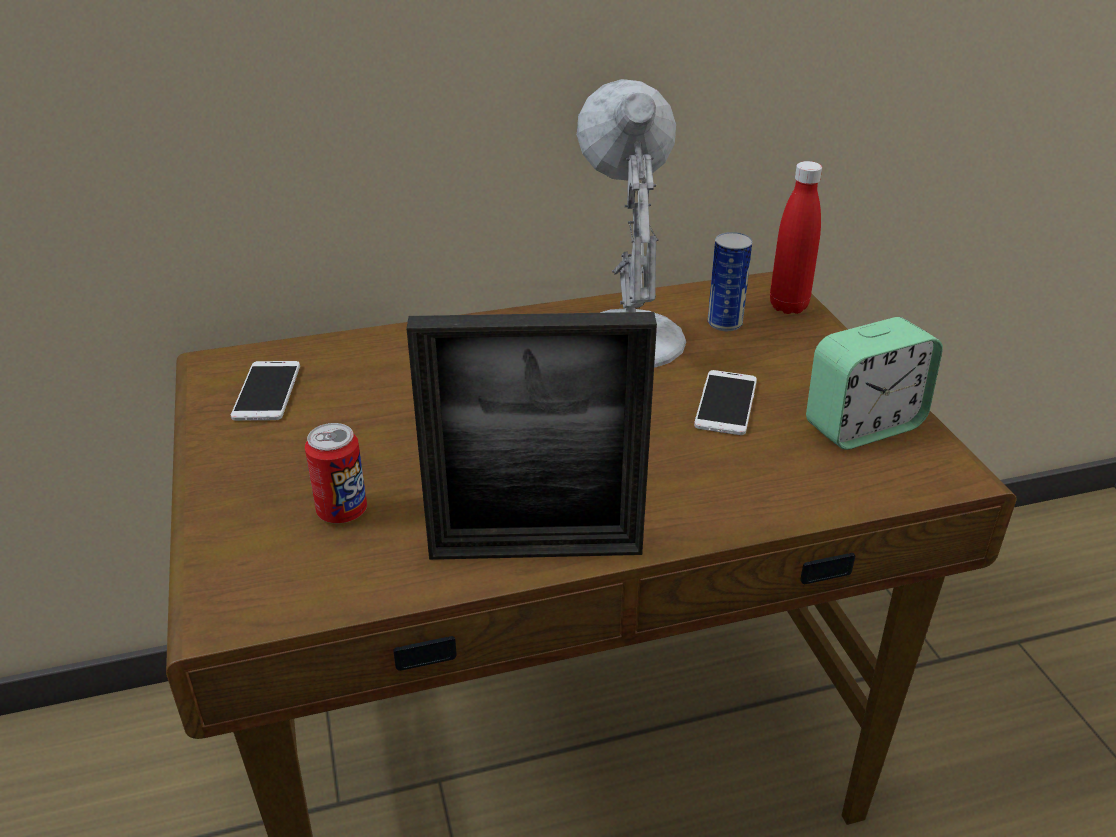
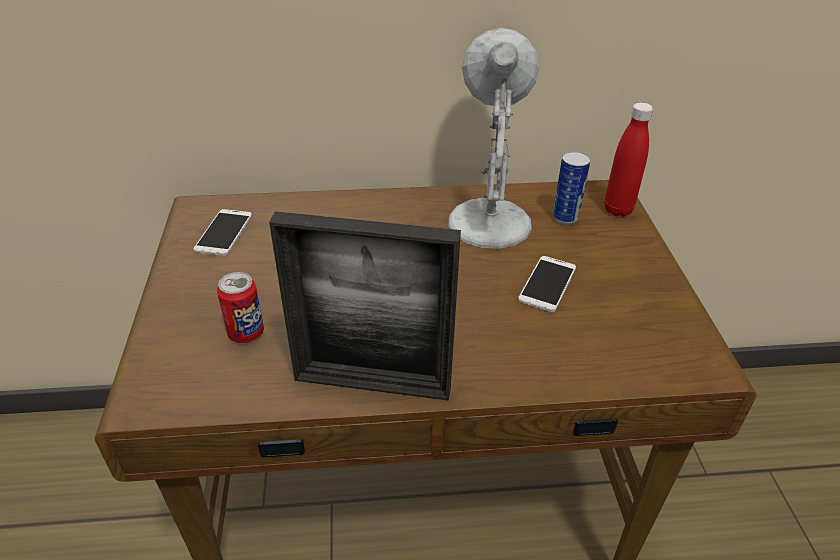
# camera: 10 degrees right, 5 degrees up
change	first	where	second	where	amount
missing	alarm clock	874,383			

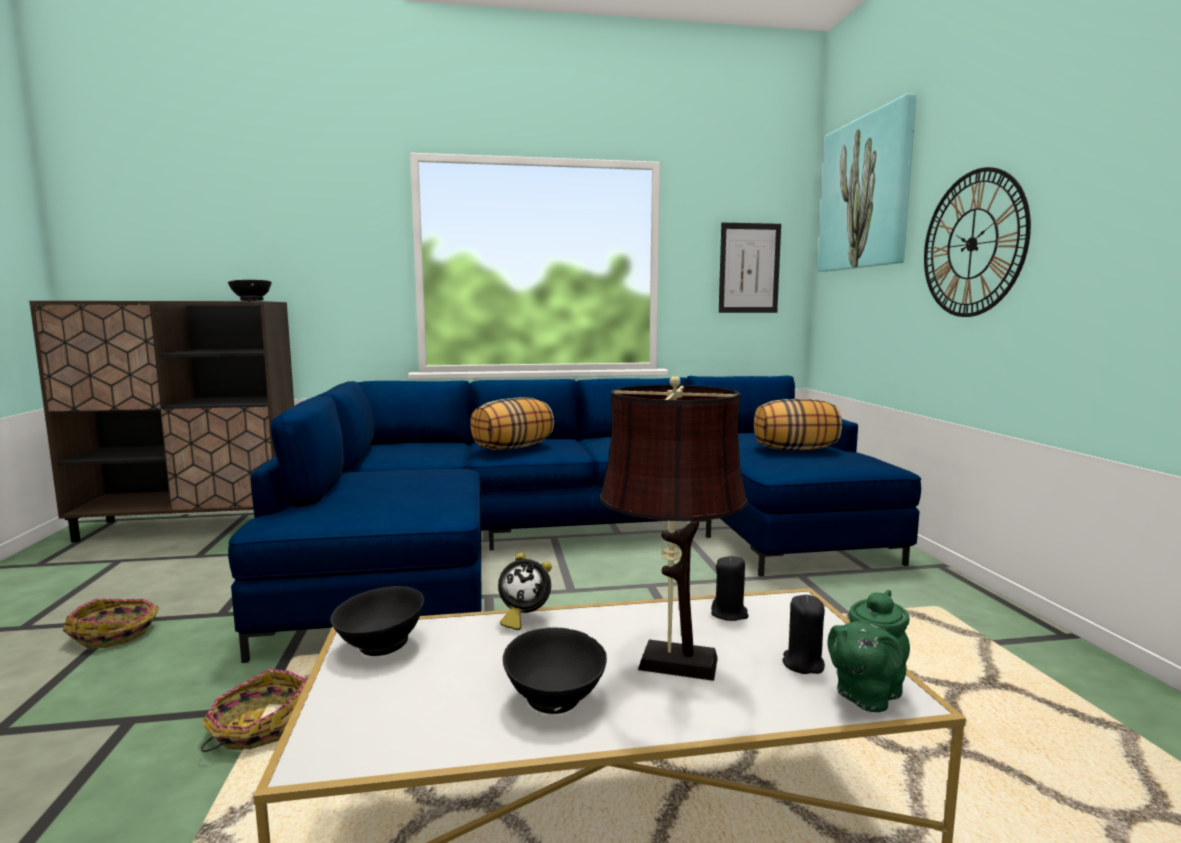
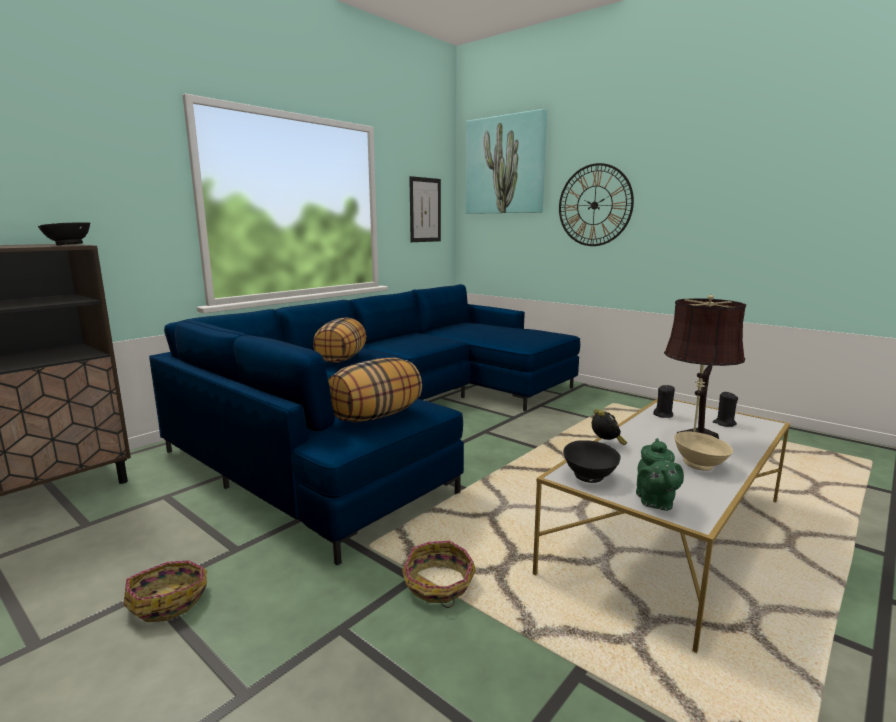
# camera: 40 degrees left, 5 degrees up
change	first	where	second	where	amount
relocated	pillow	798,424		375,390	
relocated	green teapot	869,651		660,474	
colour	black bowl	555,670	beige bowl	703,451	
spun	alarm clock	525,591		609,427	60 degrees counterclockwise

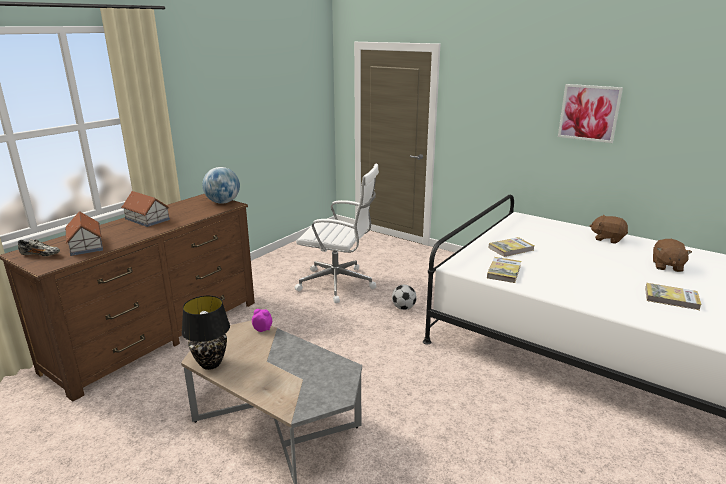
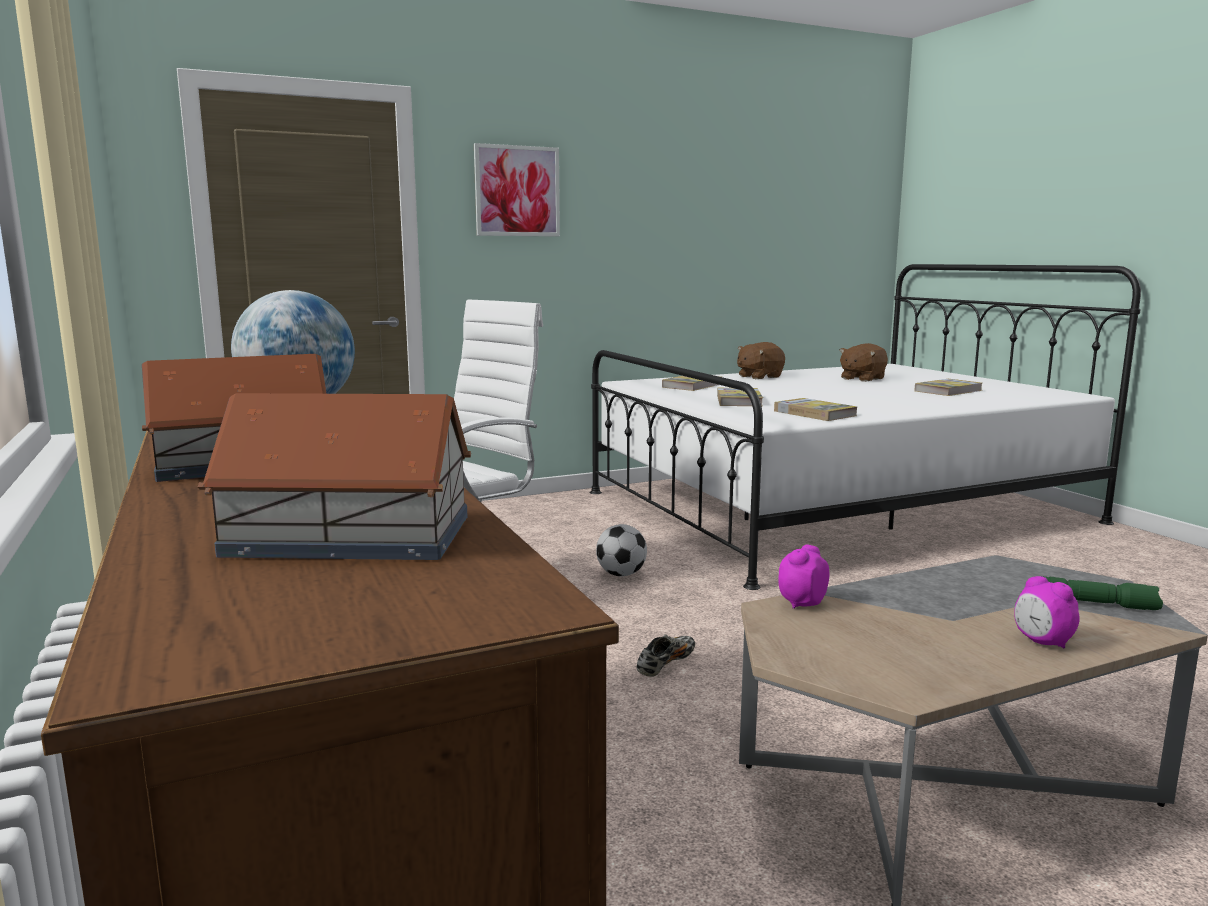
# camera: 60 degrees left, 10 degrees down
change	first	where	second	where	amount
missing	black table lamp	206,333			
appeared			book	691,383	
appeared			alarm clock	1047,612	
appeared			green flashlight	1102,593	
relocated	shoe	39,248		665,656	
relocated	picture	590,113		517,190	
spun	brown plush toy	672,255		864,362	90 degrees clockwise

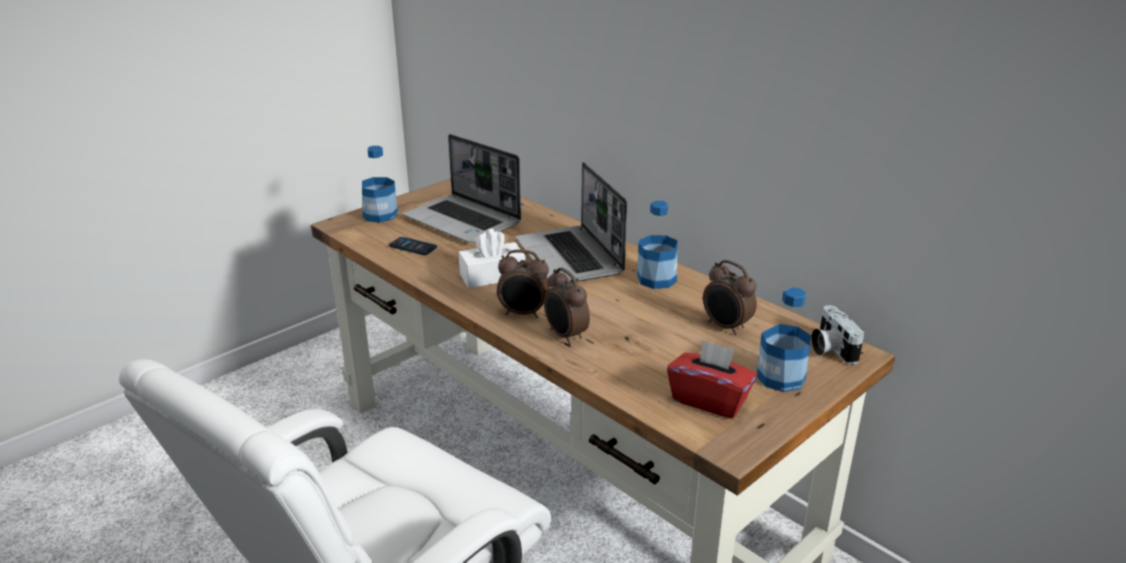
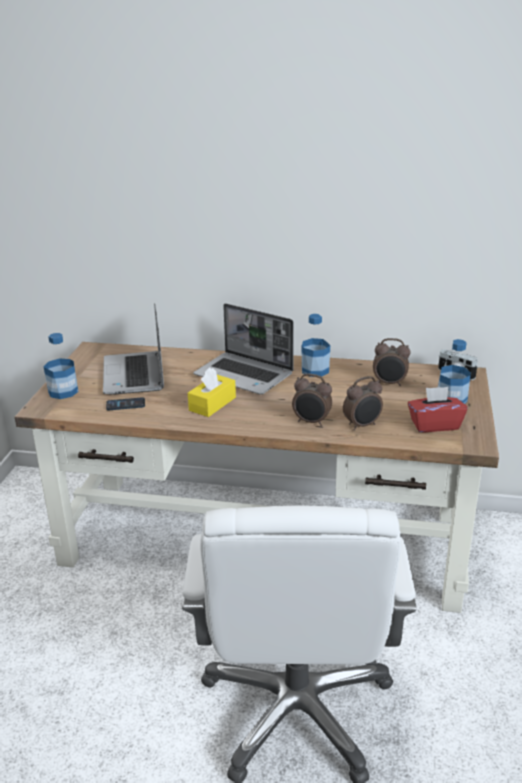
# camera: 35 degrees left, 0 degrees up
change	first	where	second	where	amount
relocated	alarm clock	523,284		363,403	
colour	white tissue box	492,258	yellow tissue box	212,392	
spun	laptop	462,188		133,349	75 degrees clockwise

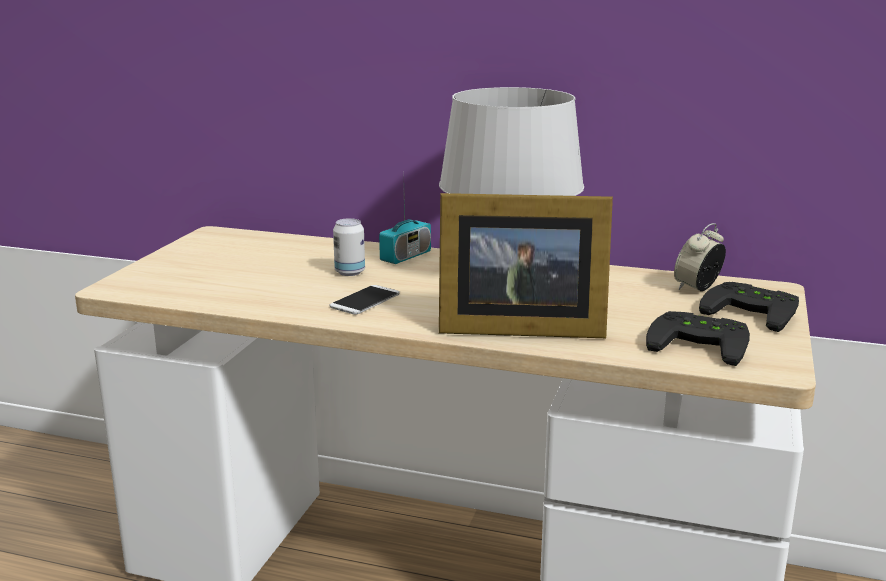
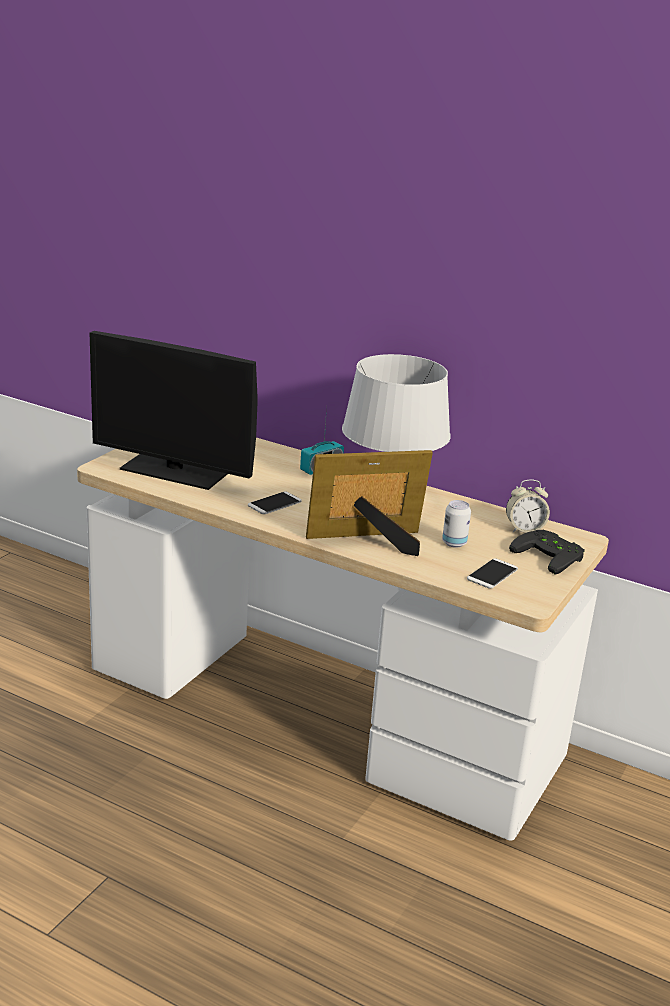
# camera: 10 degrees right, 5 degrees up
change	first	where	second	where	amount
appeared			monitor	174,410	
relocated	can	349,247		456,524	
exchanged	black game controller	698,338	phone	492,573	
spun	picture frame	526,265		369,503	150 degrees clockwise
spun	alarm clock	700,257		528,506	150 degrees counterclockwise

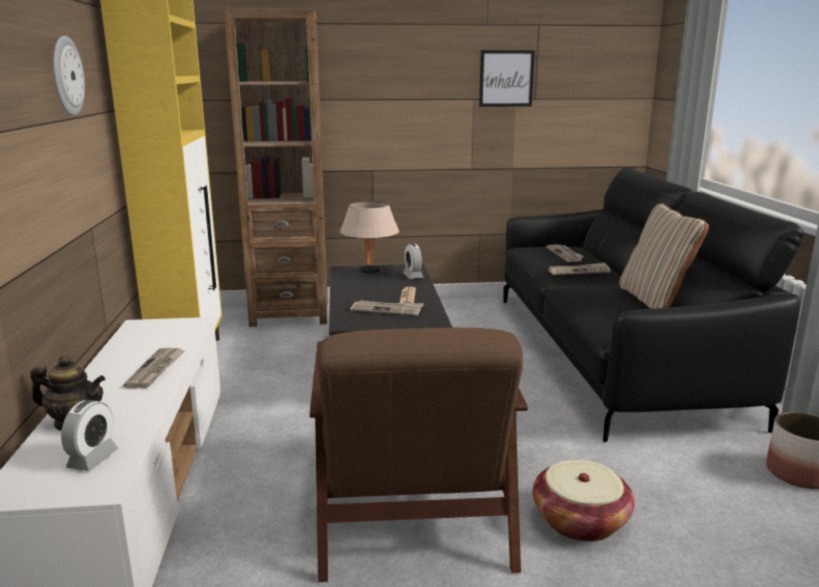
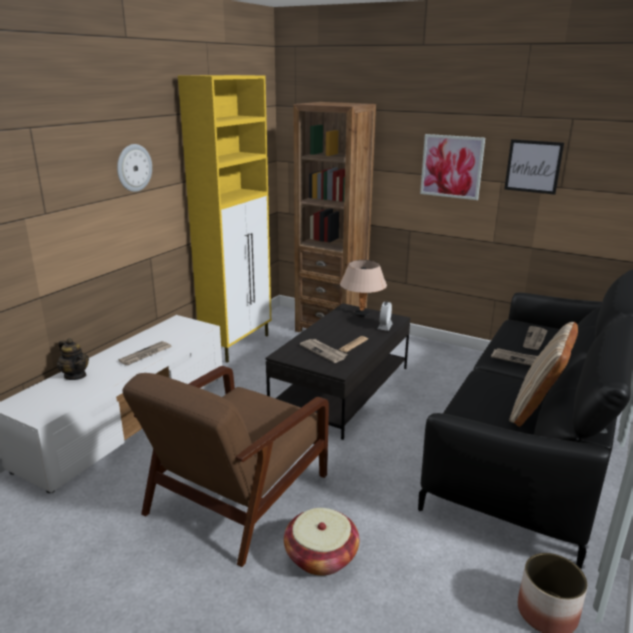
# camera: 35 degrees right, 5 degrees up
change	first	where	second	where	amount
missing	alarm clock	89,435			
appeared			picture	452,167	

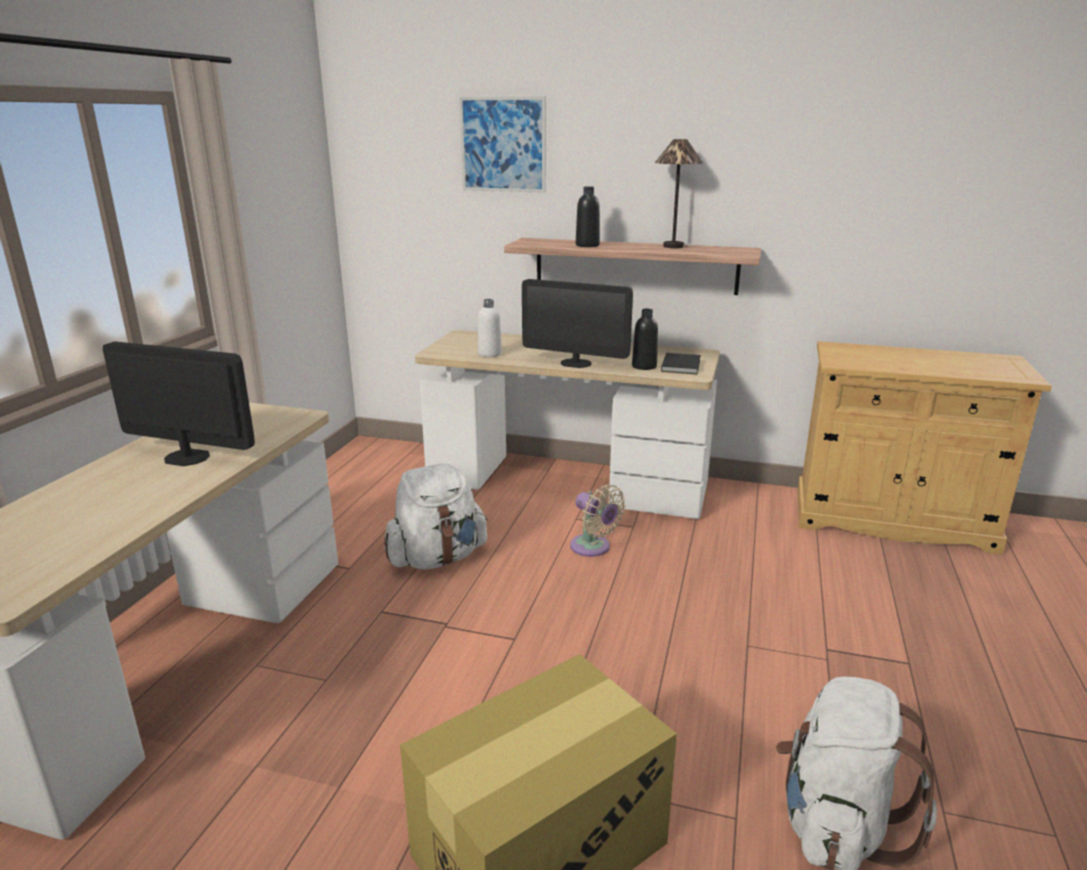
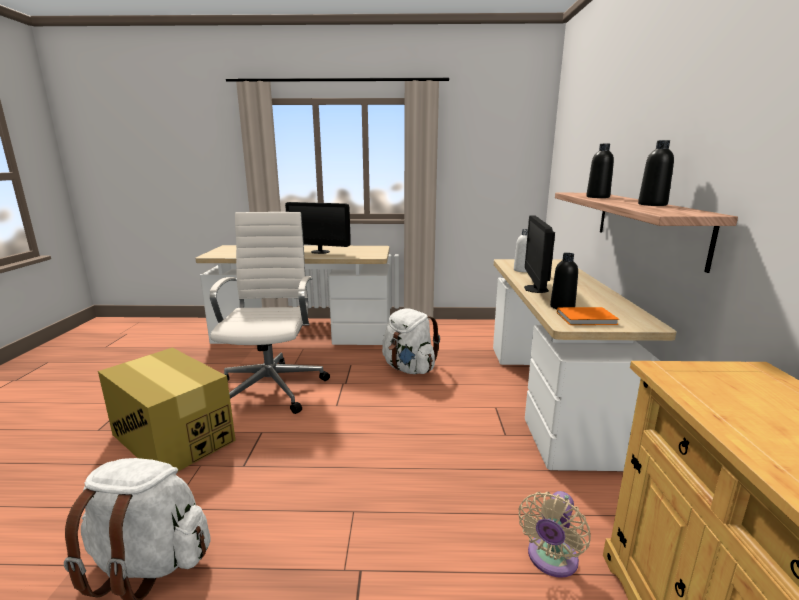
# camera: 75 degrees right, 5 degrees down
change	first	where	second	where	amount
missing	picture	502,144			
appeared			white office chair	270,313	
relocated	beige fan	598,521		554,534	
exchanged	table lamp	679,193	black bottle	656,173	
colour	black book	681,363	orange book	588,316	
spun	monitor	179,403		318,228	105 degrees clockwise

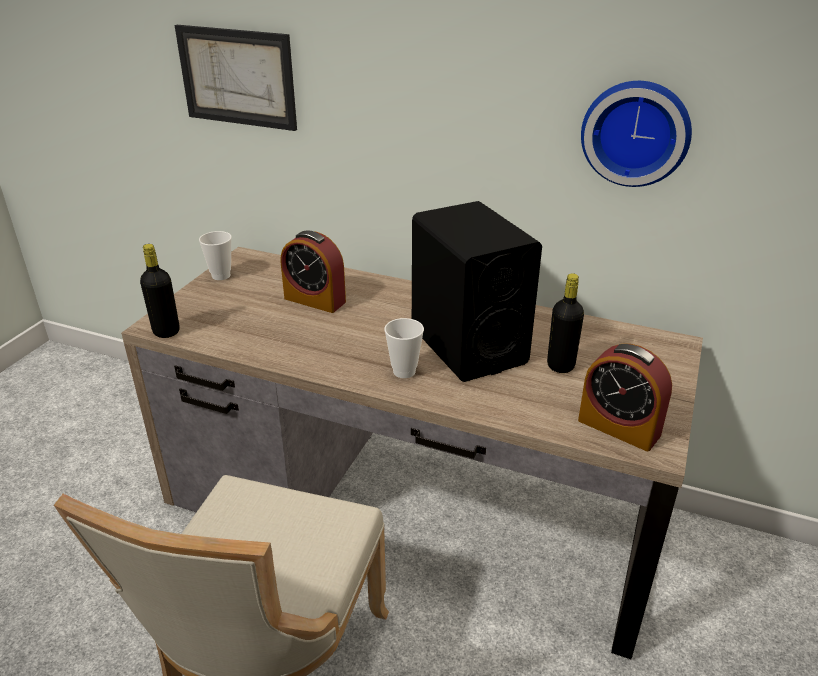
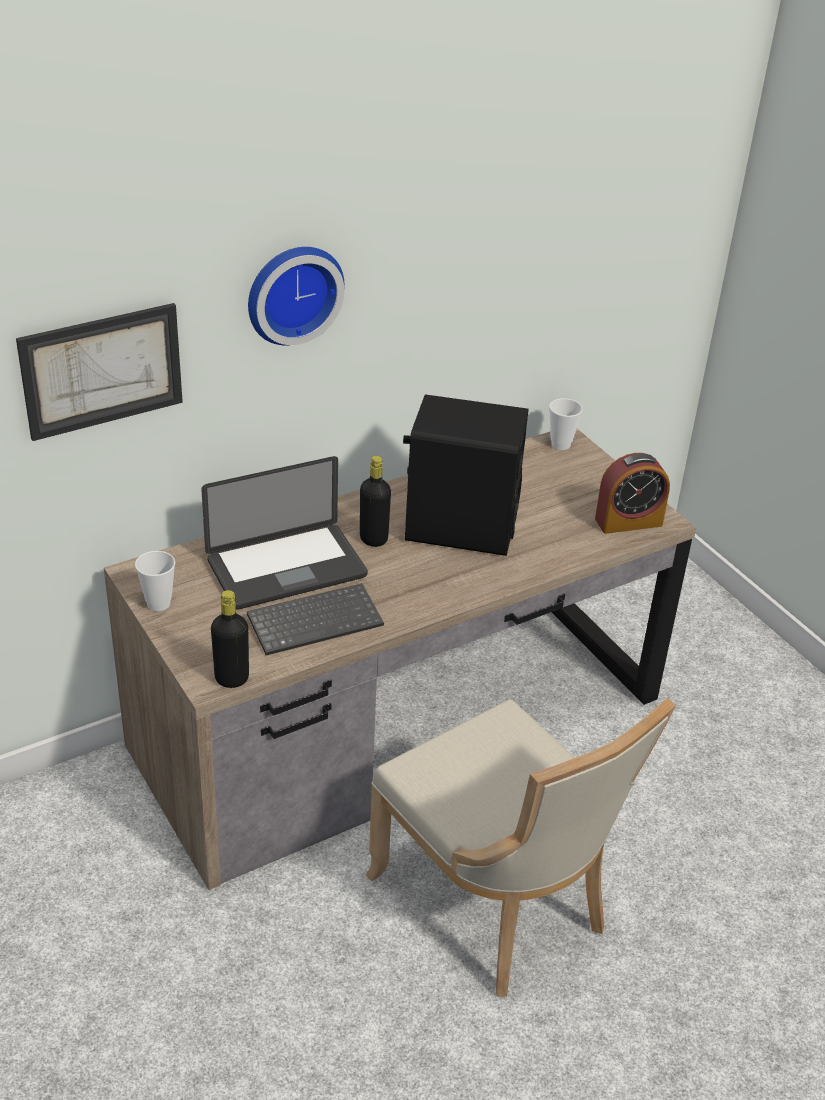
# camera: 55 degrees left, 5 degrees up
change	first	where	second	where	amount
appeared			keyboard	315,619	
relocated	cup	404,348		566,424	
relocated	black bottle	565,323		375,501	
relocated	wall clock	636,134		296,296	
exchanged	alarm clock	313,271	laptop	284,533	

